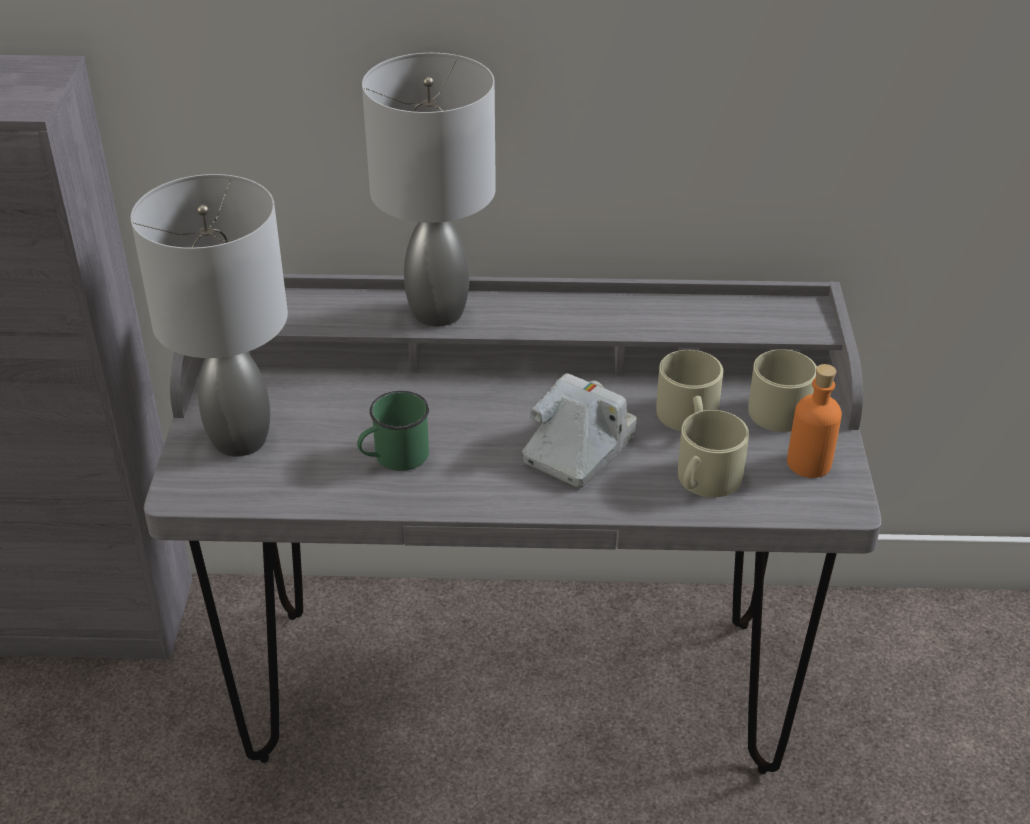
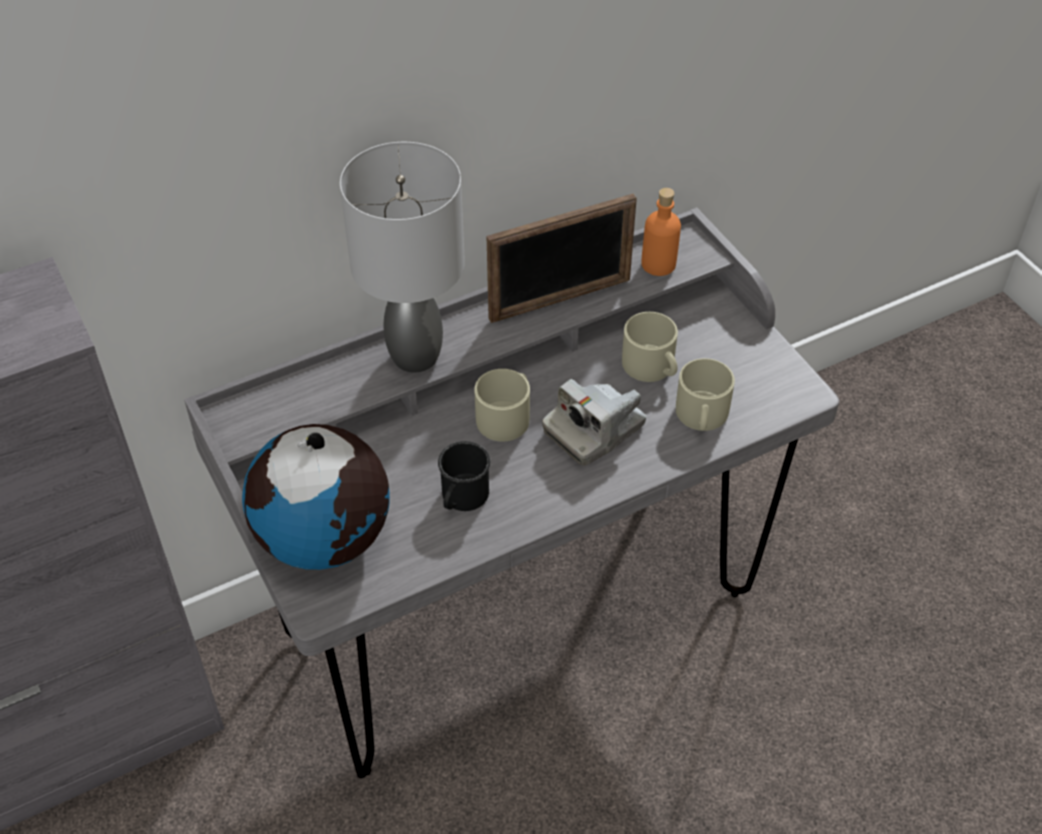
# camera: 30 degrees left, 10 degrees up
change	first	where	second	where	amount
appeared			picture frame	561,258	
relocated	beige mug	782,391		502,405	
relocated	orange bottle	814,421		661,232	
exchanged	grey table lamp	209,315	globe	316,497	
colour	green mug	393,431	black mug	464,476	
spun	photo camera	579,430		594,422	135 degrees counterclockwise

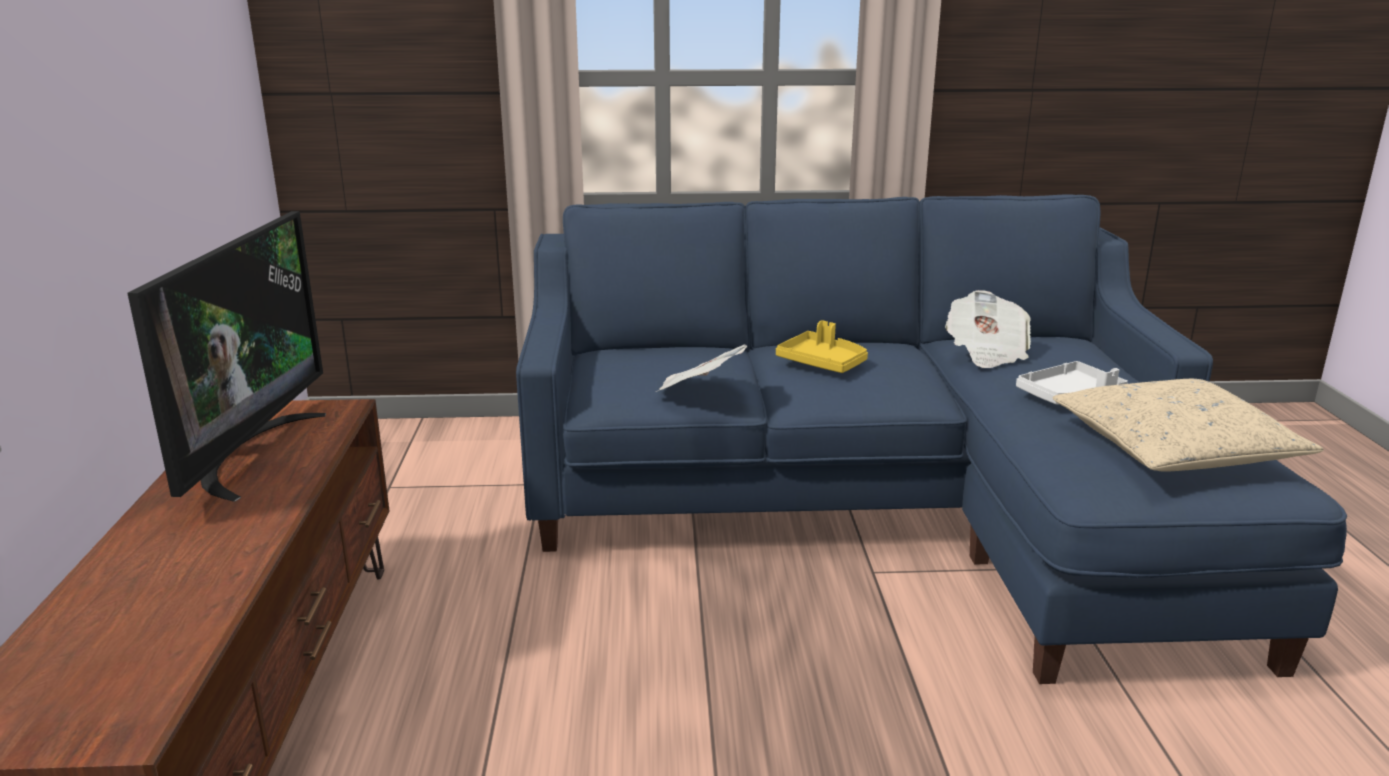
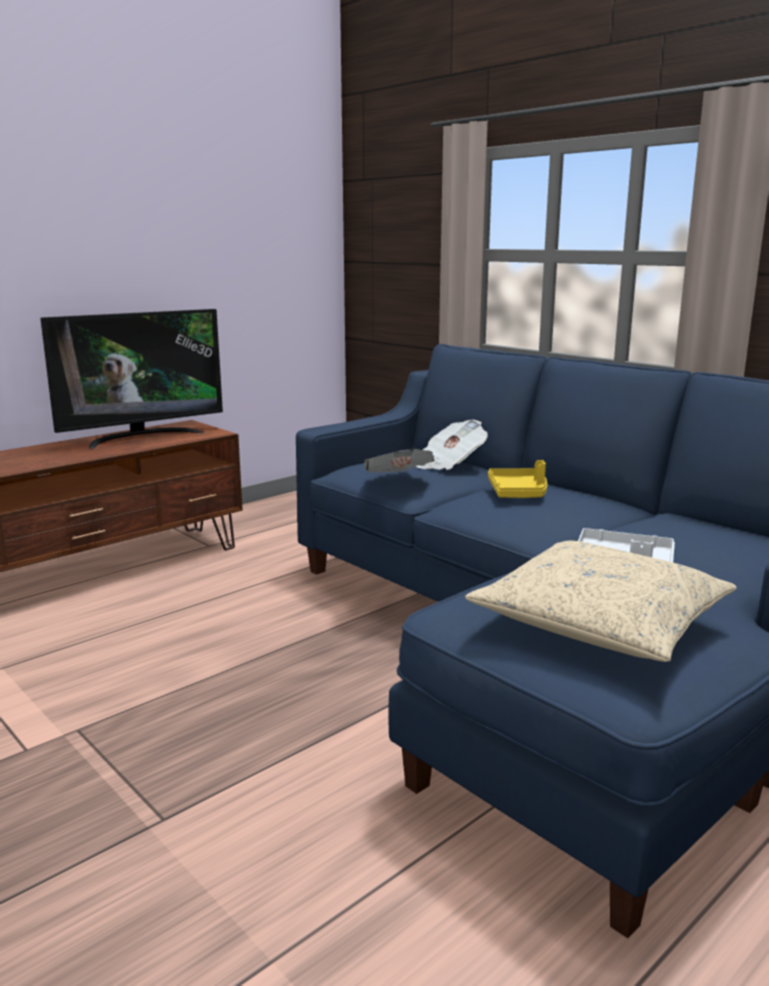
# camera: 50 degrees right, 5 degrees down
change	first	where	second	where	amount
relocated	newspaper	988,329		452,445	

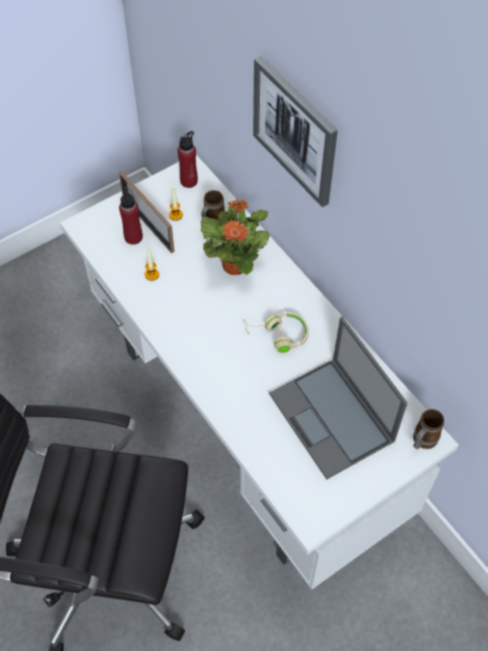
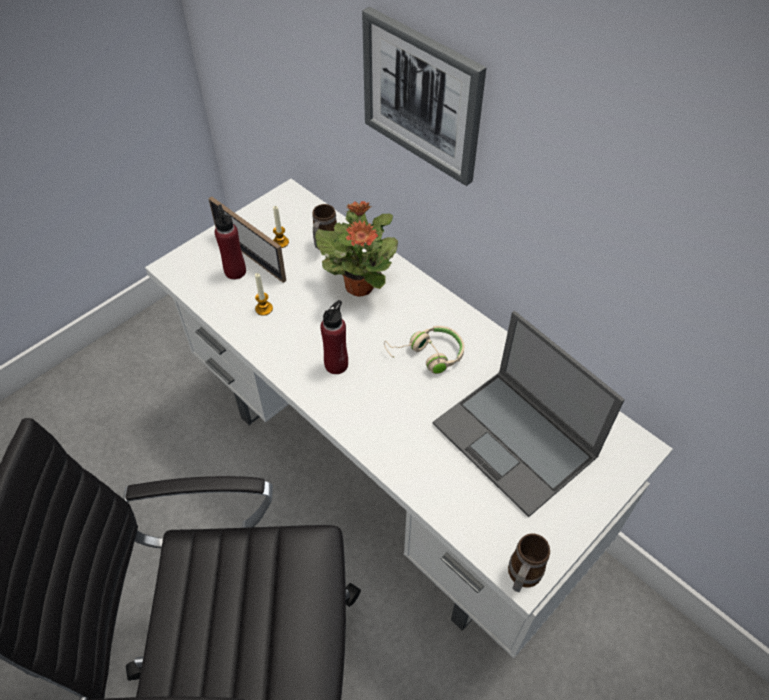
# camera: 10 degrees left, 5 degrees down
change	first	where	second	where	amount
relocated	red bottle	188,159		334,337	
relocated	mug	428,429		529,562	

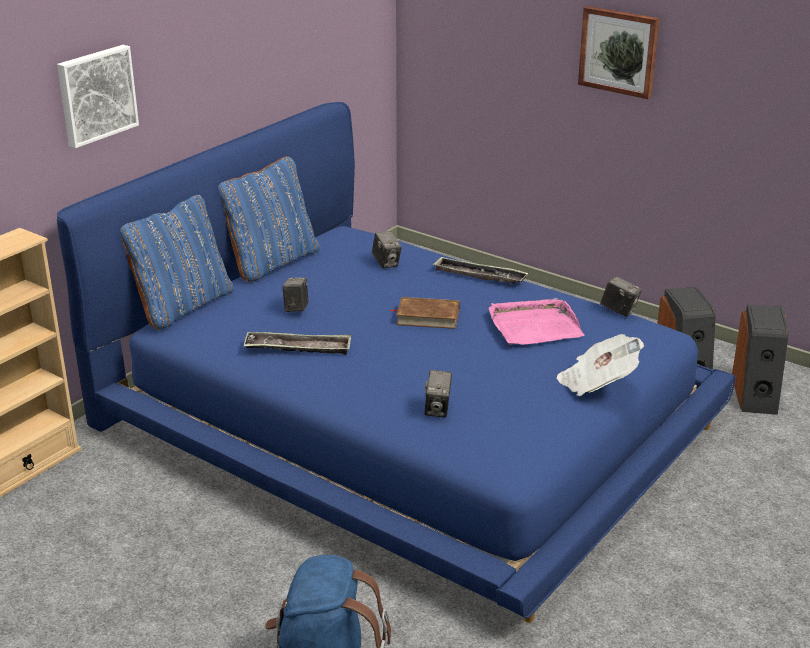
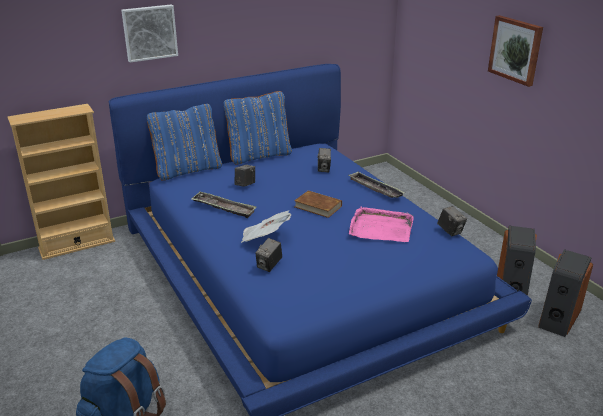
# camera: 25 degrees right, 0 degrees up
change	first	where	second	where	amount
relocated	newspaper	600,365		266,226	

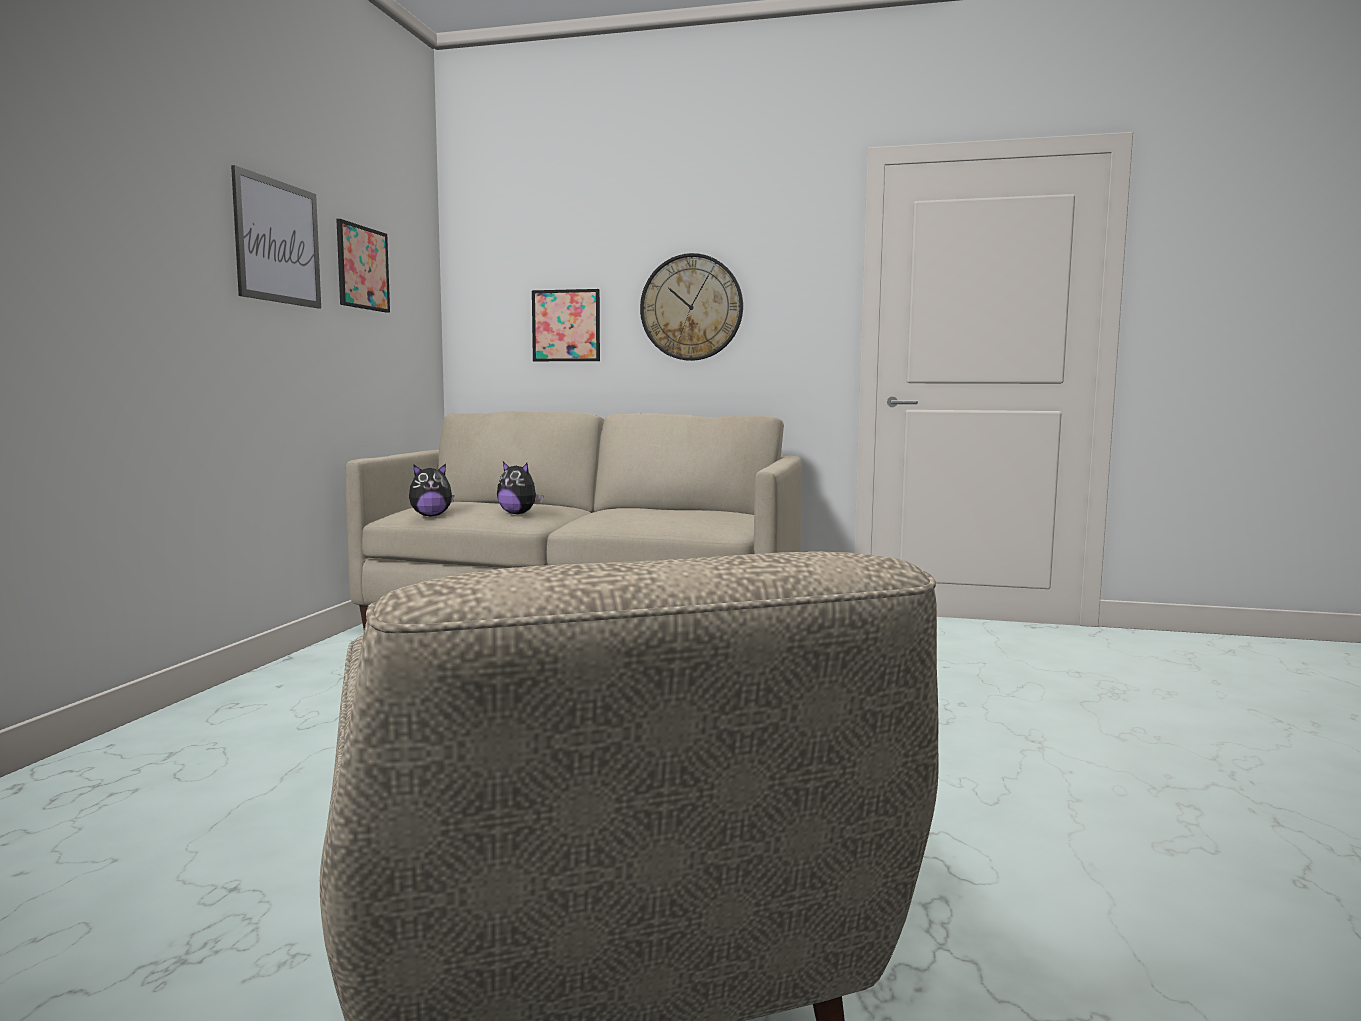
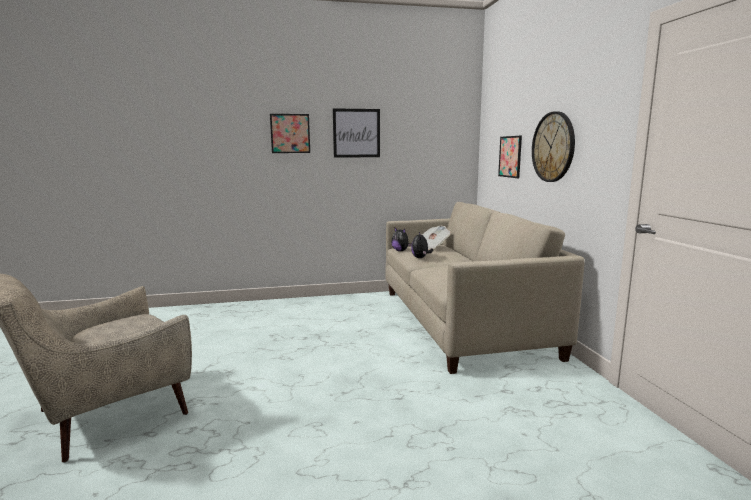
# camera: 65 degrees right, 5 degrees up
change	first	where	second	where	amount
appeared			newspaper	436,237	
relocated	picture	363,266		290,133	

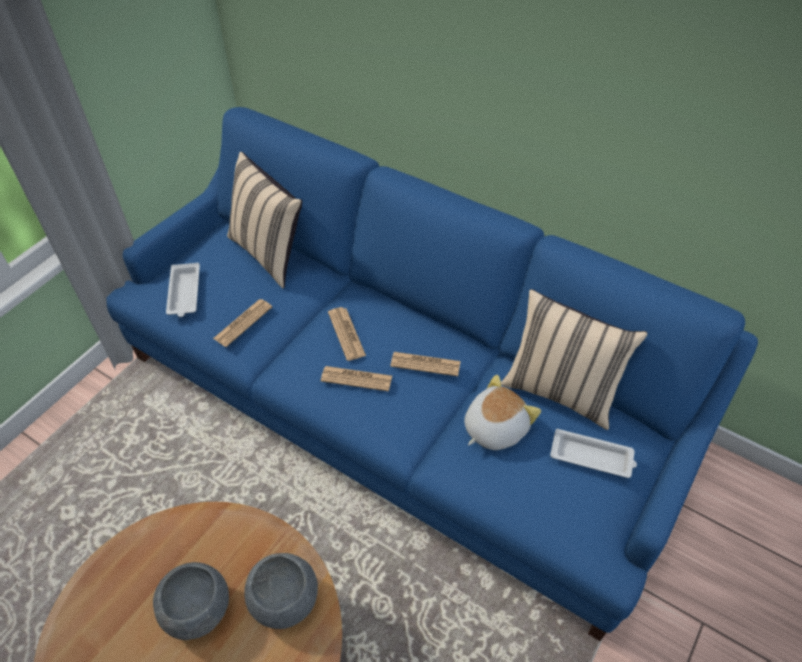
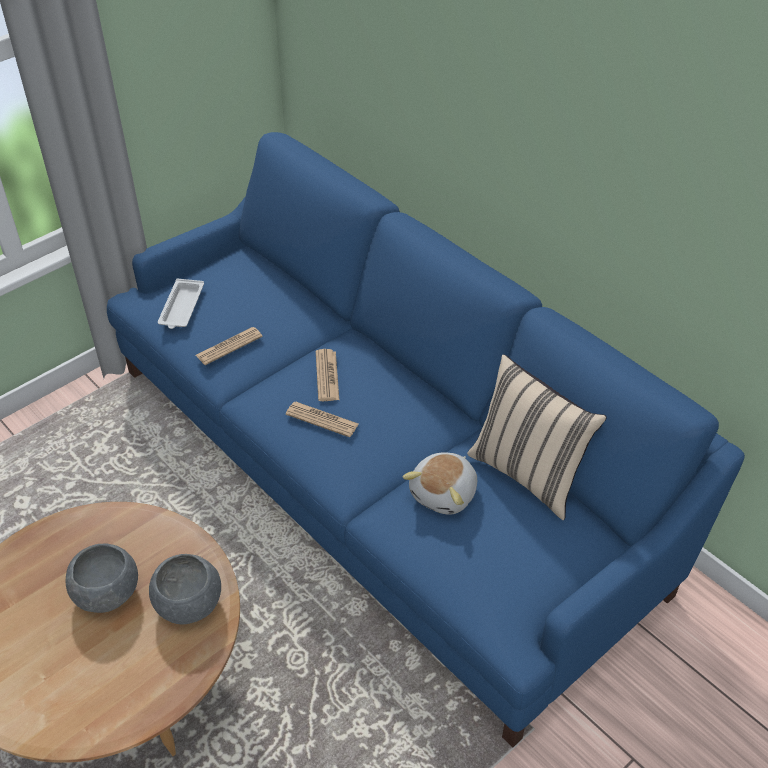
# camera: 15 degrees right, 5 degrees down
change	first	where	second	where	amount
missing	beige pillow	264,220			
missing	newspaper	425,364			
missing	white tray	593,453			
spun	plush toy	502,412		439,484	150 degrees clockwise

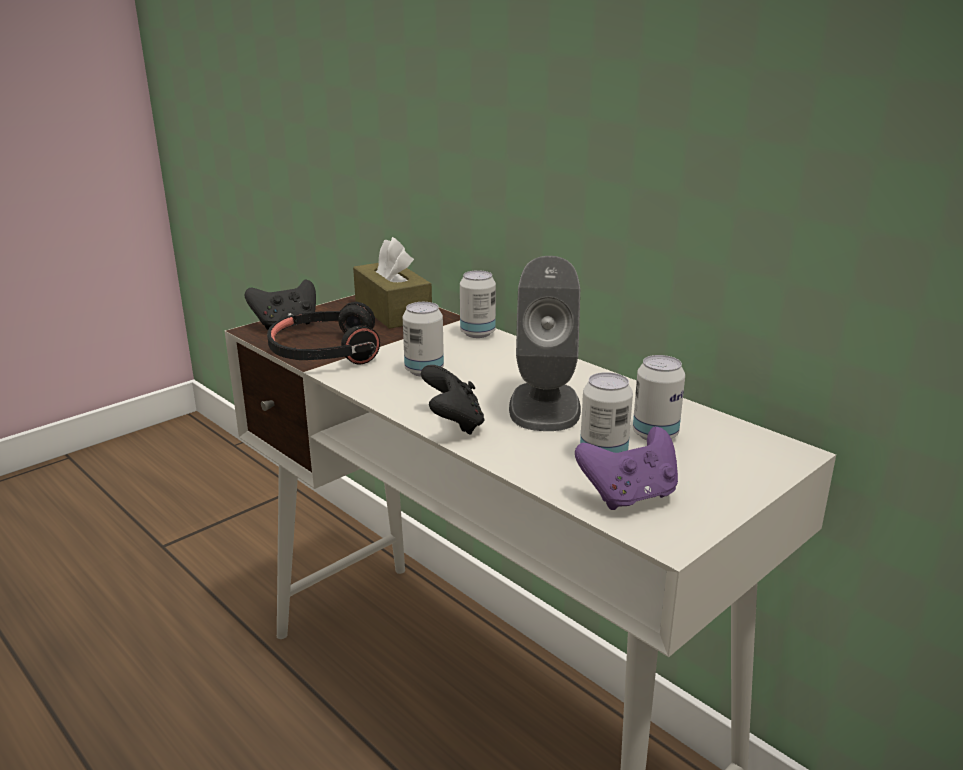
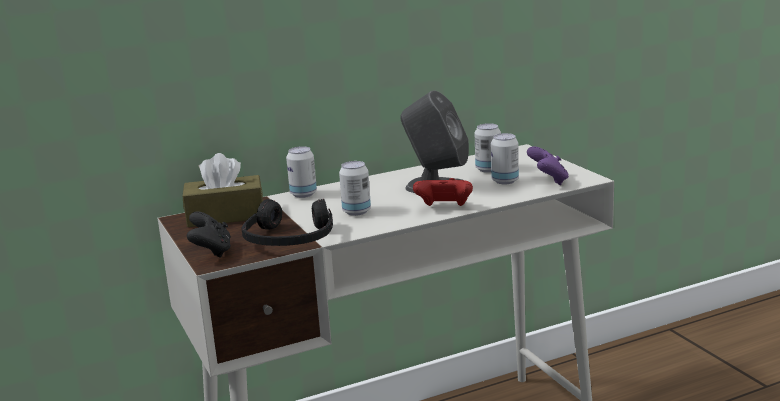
# camera: 70 degrees left, 5 degrees down
change	first	where	second	where	amount
colour	black game controller	452,400	red game controller	443,192	

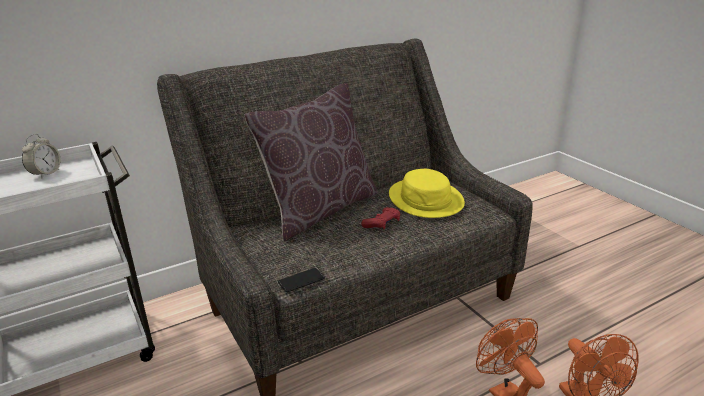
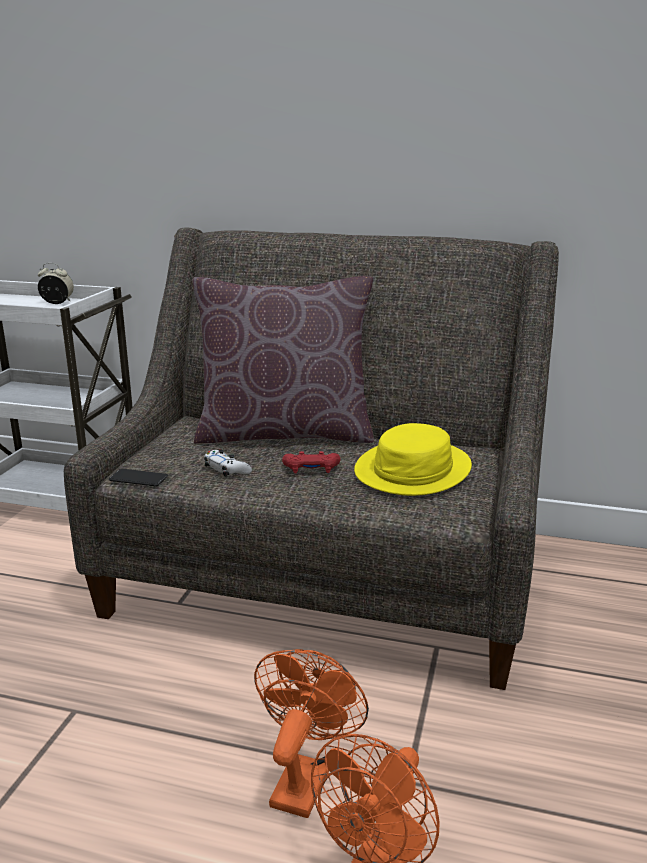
# camera: 45 degrees right, 5 degrees down
change	first	where	second	where	amount
appeared			white game controller	228,463	
spun	alarm clock	41,156		56,283	150 degrees counterclockwise

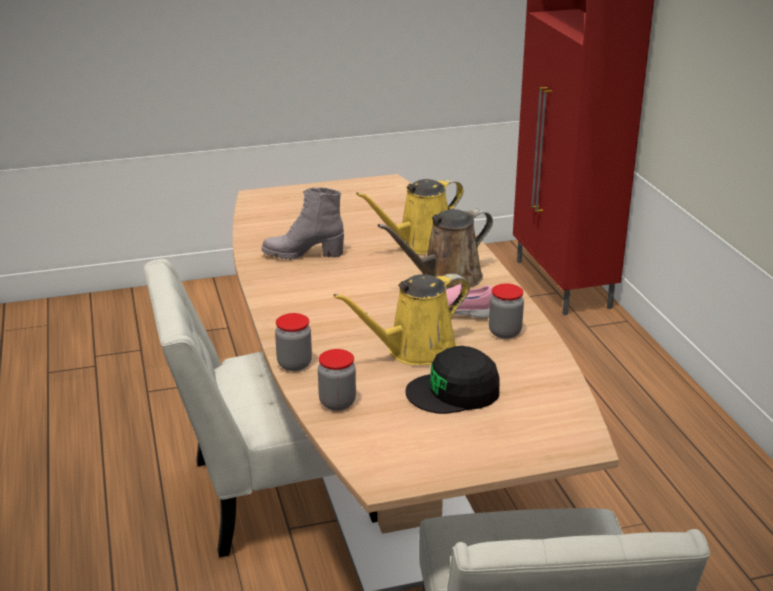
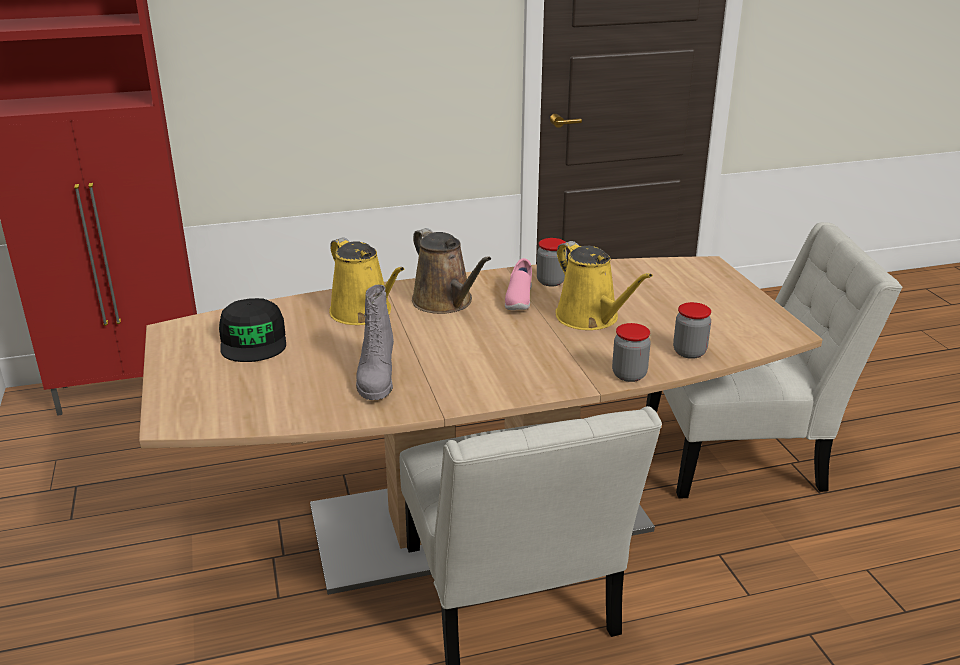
# camera: 90 degrees left, 0 degrees up
change	first	where	second	where	amount
relocated	black cap	452,380		252,330	

